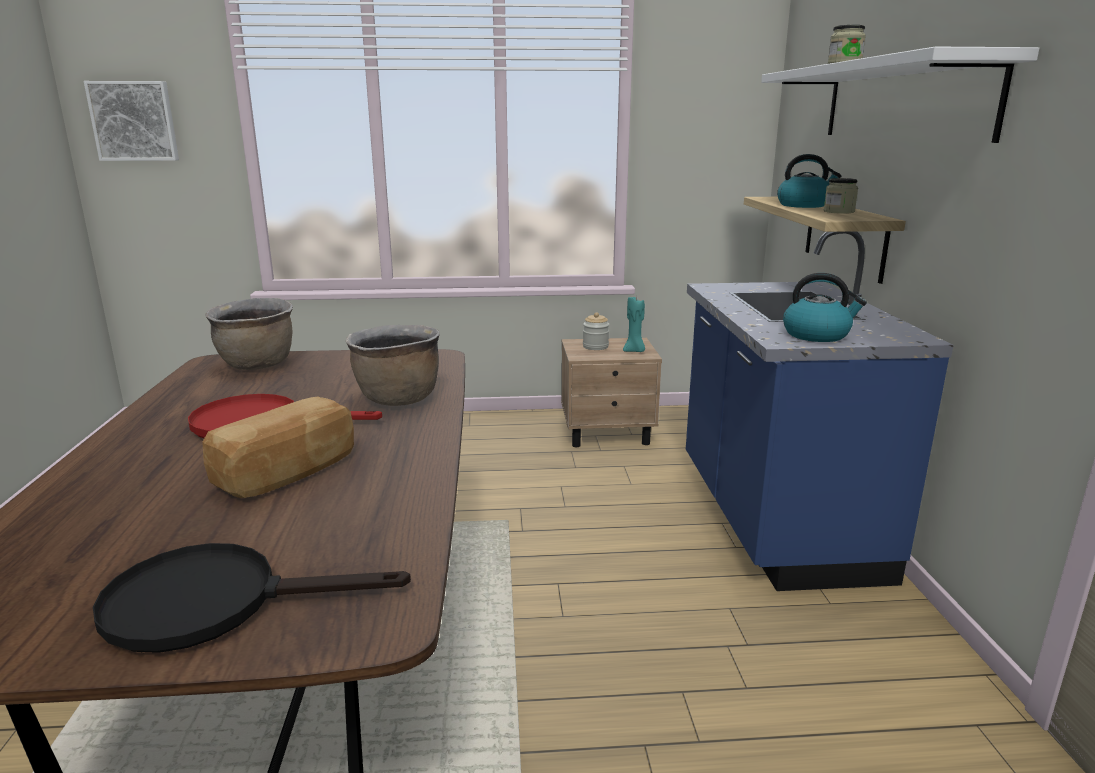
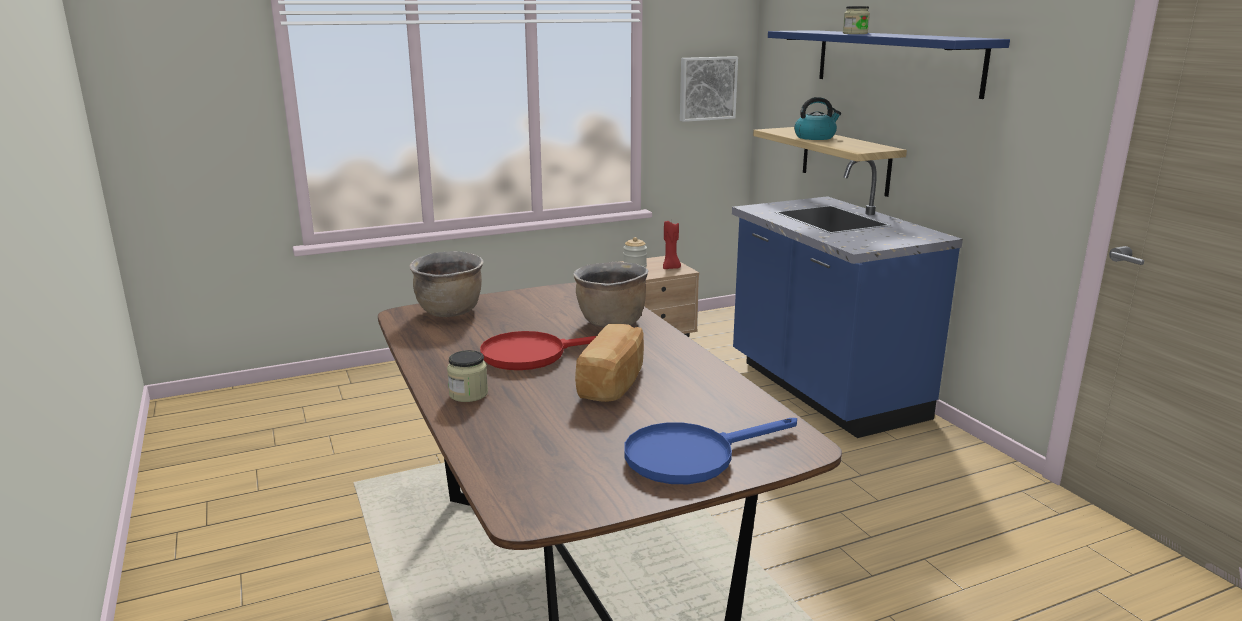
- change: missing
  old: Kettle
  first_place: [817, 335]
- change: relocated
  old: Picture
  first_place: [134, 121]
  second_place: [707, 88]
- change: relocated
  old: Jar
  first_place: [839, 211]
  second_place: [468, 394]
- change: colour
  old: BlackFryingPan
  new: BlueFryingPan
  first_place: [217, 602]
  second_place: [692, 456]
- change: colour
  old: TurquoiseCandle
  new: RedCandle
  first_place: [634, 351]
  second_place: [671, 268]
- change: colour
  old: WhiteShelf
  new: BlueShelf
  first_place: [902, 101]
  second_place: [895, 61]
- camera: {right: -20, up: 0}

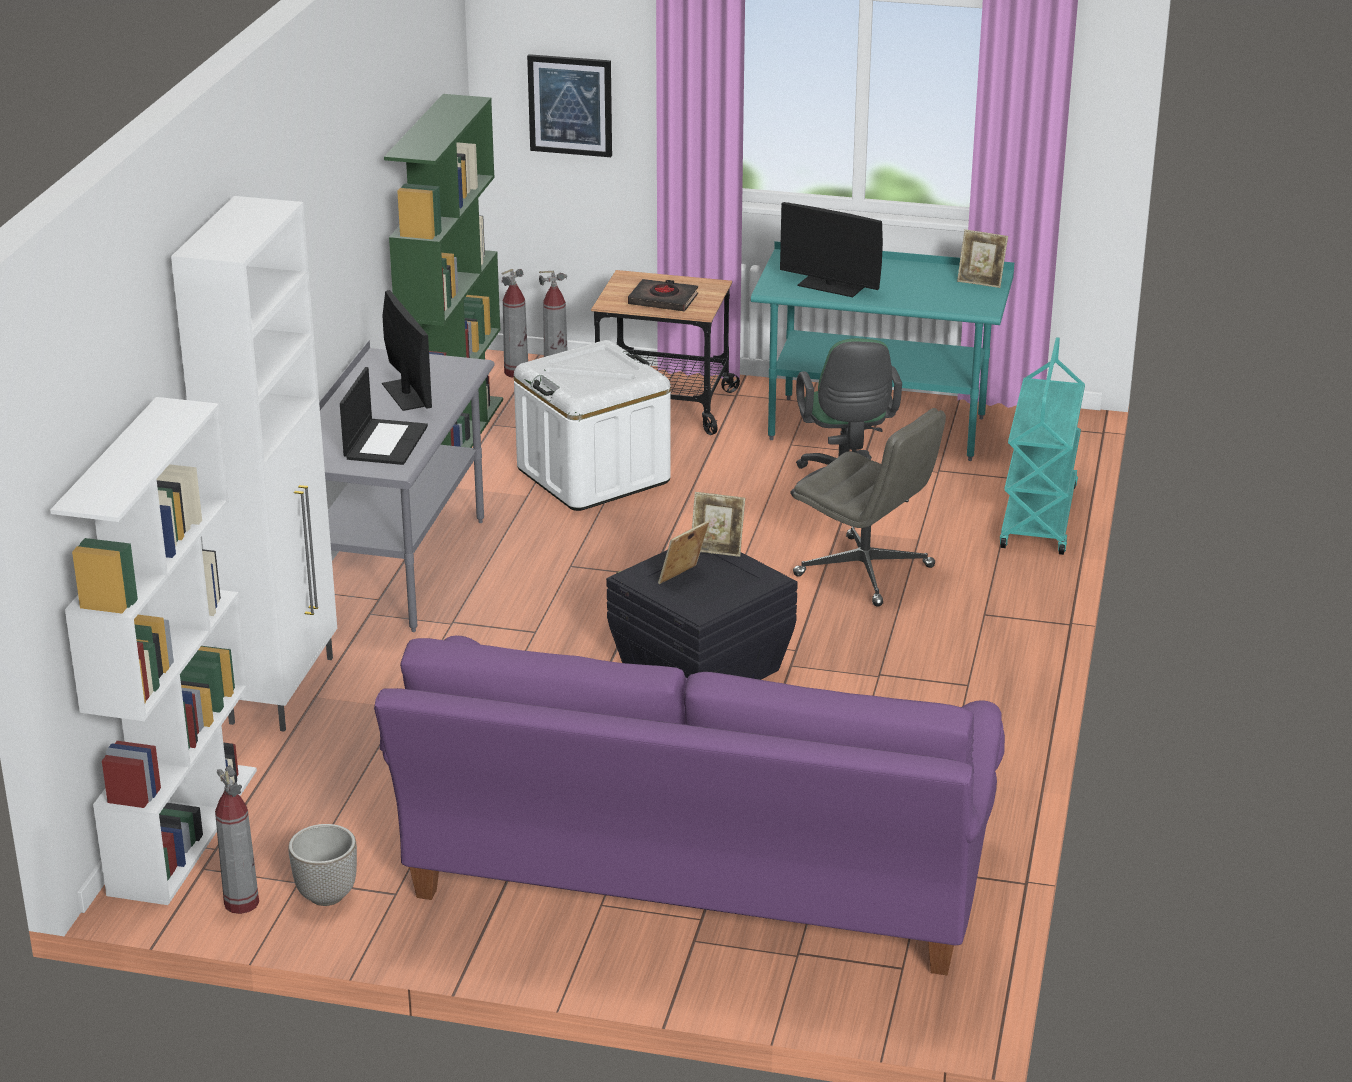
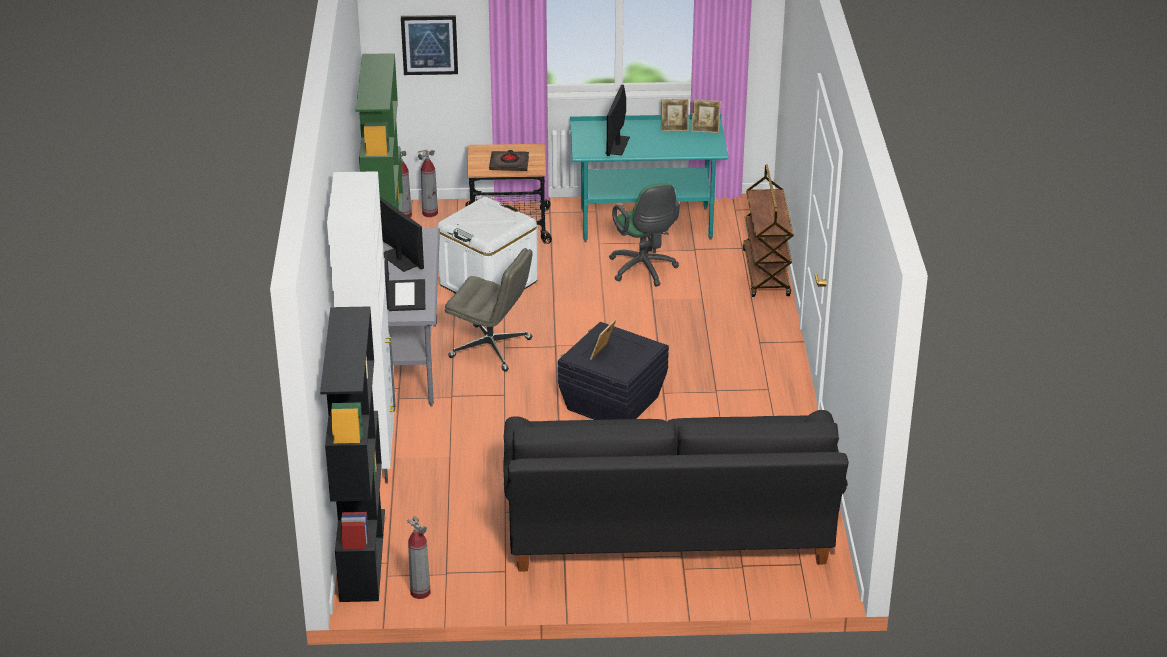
- change: missing
  old: Planter
  first_place: [325, 895]
- change: relocated
  old: PictureFrame
  first_place: [717, 549]
  second_place: [674, 128]
- change: relocated
  old: GreyOfficeChair
  first_place: [866, 572]
  second_place: [491, 348]
- change: colour
  old: WhiteBookcase
  new: BlackBookcase
  first_place: [183, 830]
  second_place: [362, 554]
- change: colour
  old: PurpleSofa
  new: BlackSofa
  first_place: [697, 878]
  second_place: [669, 532]
- change: colour
  old: TurquoiseCart
  new: BrownCart
  first_place: [1039, 518]
  second_place: [766, 273]
- change: spun
  old: Monitor
  first_place: [830, 286]
  second_place: [617, 145]
  degrees: 90
- camera: {right: -15, up: 5}

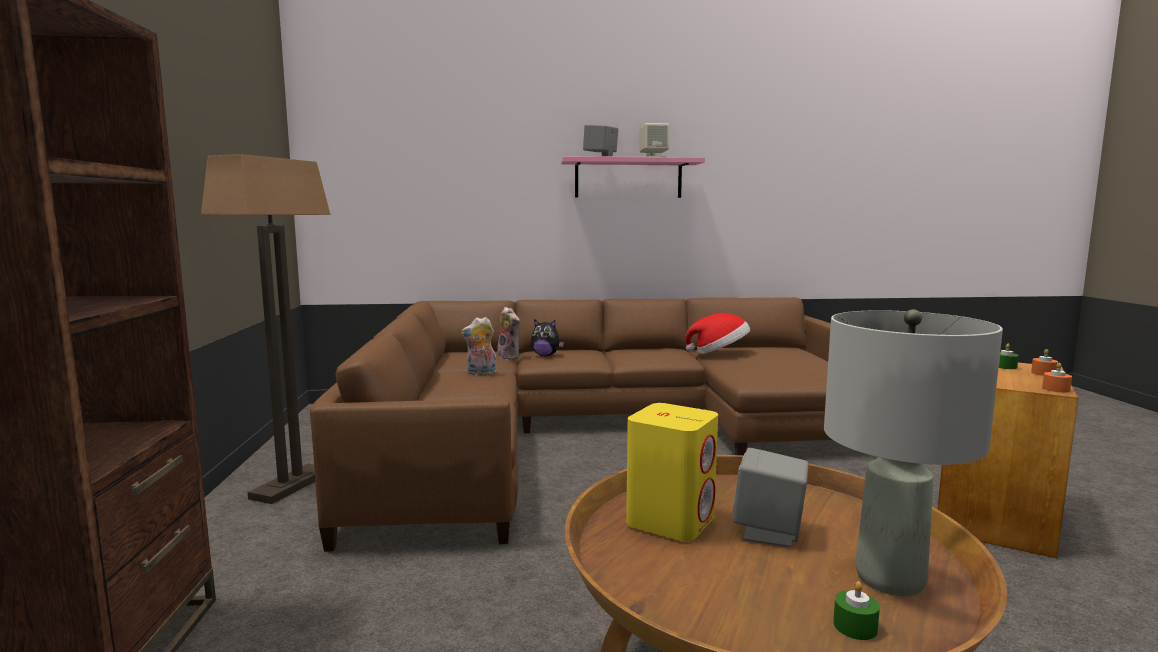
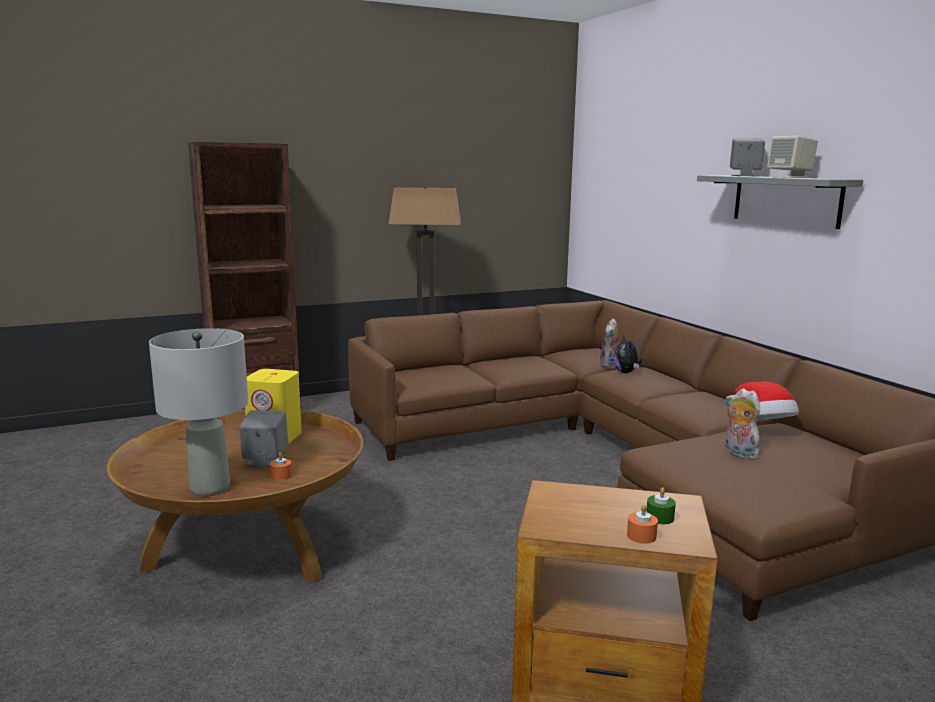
- change: missing
  old: GreenCandle
  first_place: [855, 626]
- change: relocated
  old: PlushToy
  first_place: [481, 373]
  second_place: [738, 454]
- change: relocated
  old: OrangeCandle
  first_place: [1056, 389]
  second_place: [281, 475]
- change: colour
  old: PinkShelf
  new: GreyShelf
  first_place: [628, 178]
  second_place: [786, 200]
- camera: {right: 70, up: 5}

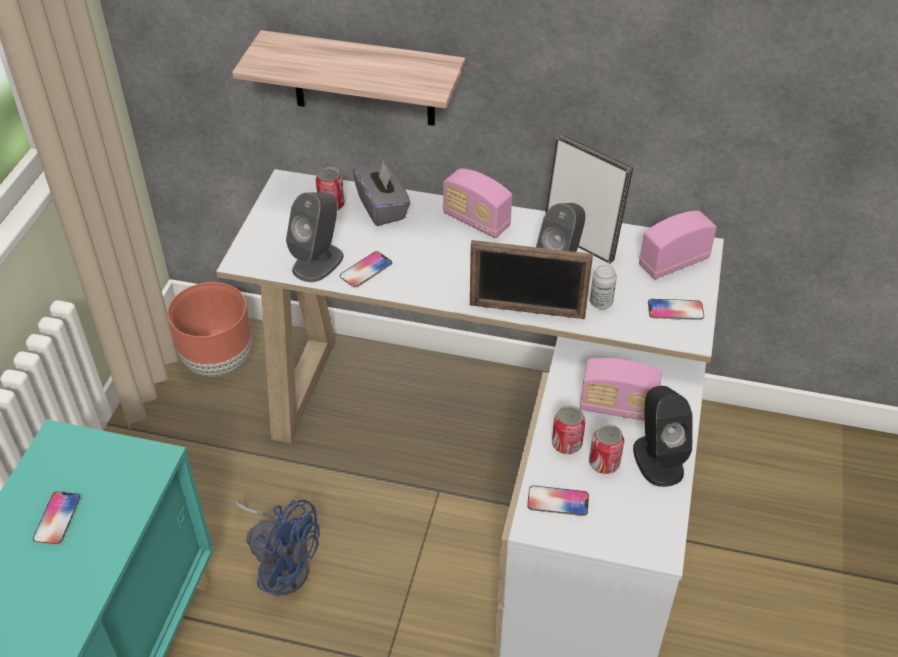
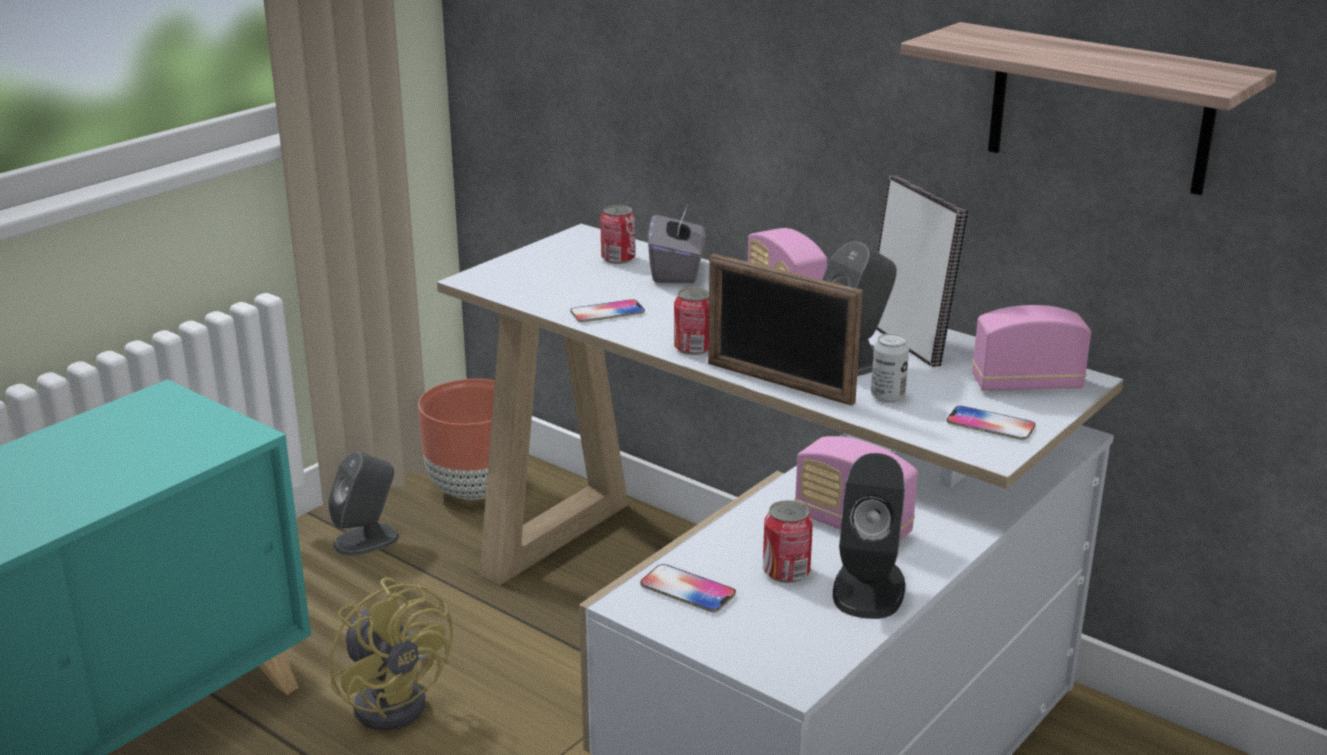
- change: missing
  old: Phone
  first_place: [57, 518]
- change: relocated
  old: Shelf
  first_place: [363, 79]
  second_place: [1099, 109]
- change: relocated
  old: GreySpeaker
  first_place: [318, 262]
  second_place: [367, 540]
- change: relocated
  old: Can
  first_place: [566, 444]
  second_place: [693, 348]
- change: colour
  old: BlueFan
  new: YellowFan
  first_place: [282, 564]
  second_place: [396, 698]
- camera: {right: 25, up: -20}

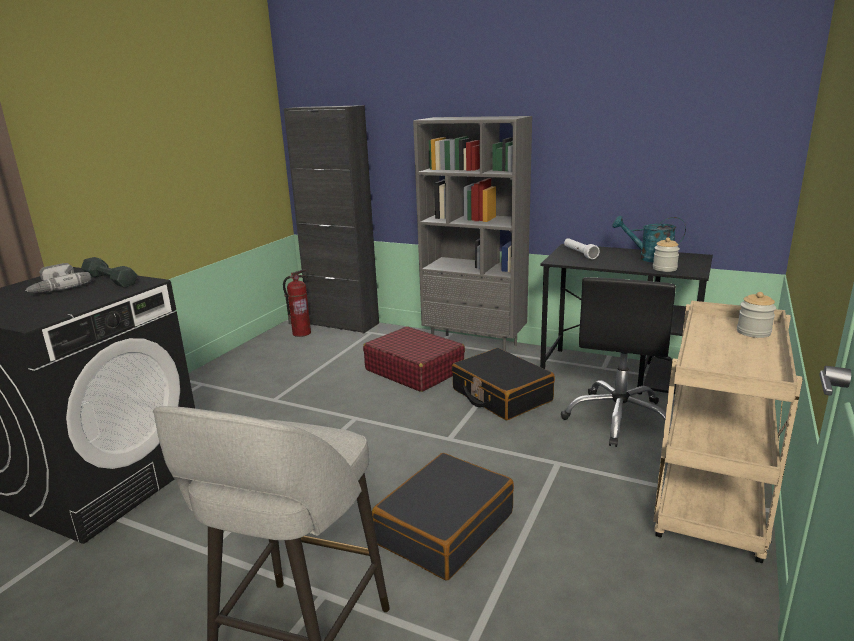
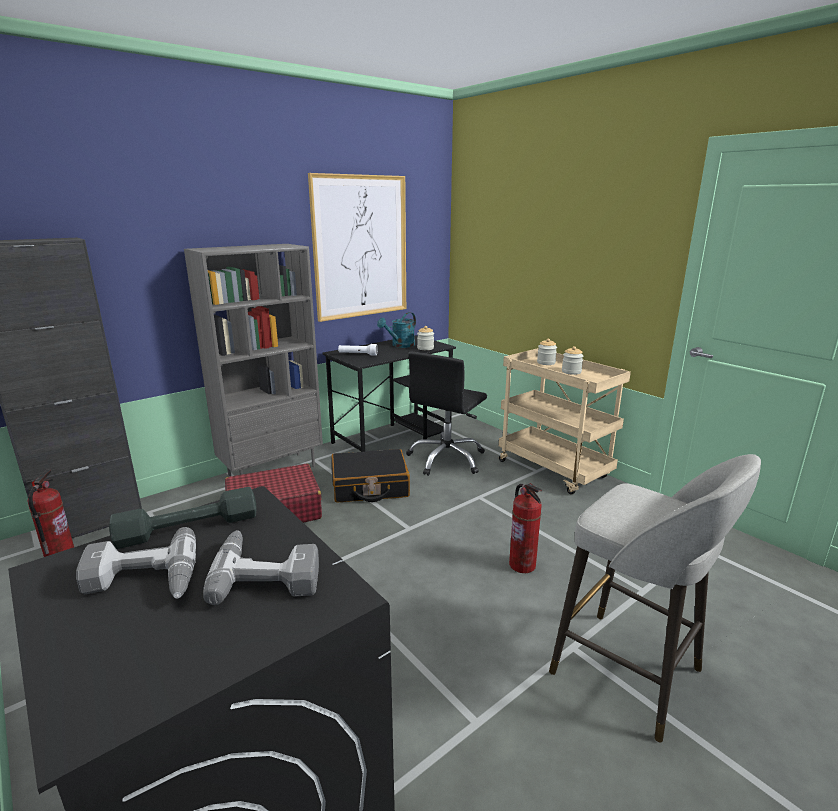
- change: appeared
  new: PowerDrill
  second_place: [267, 571]
- change: appeared
  new: Picture
  second_place: [360, 247]
- change: appeared
  new: Jar
  second_place: [571, 372]
- change: exchanged
  old: BlackSuitcase
  new: FireExtinguisher
  first_place: [444, 528]
  second_place: [523, 565]
- change: spun
  old: BlackOfficeChair
  first_place: [619, 418]
  second_place: [447, 459]
  degrees: 75
- camera: {right: -65, up: 0}

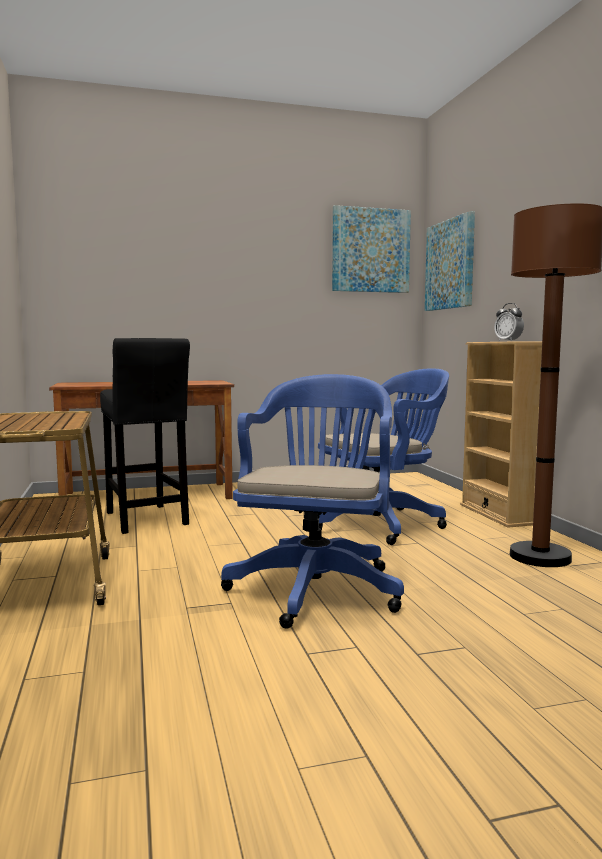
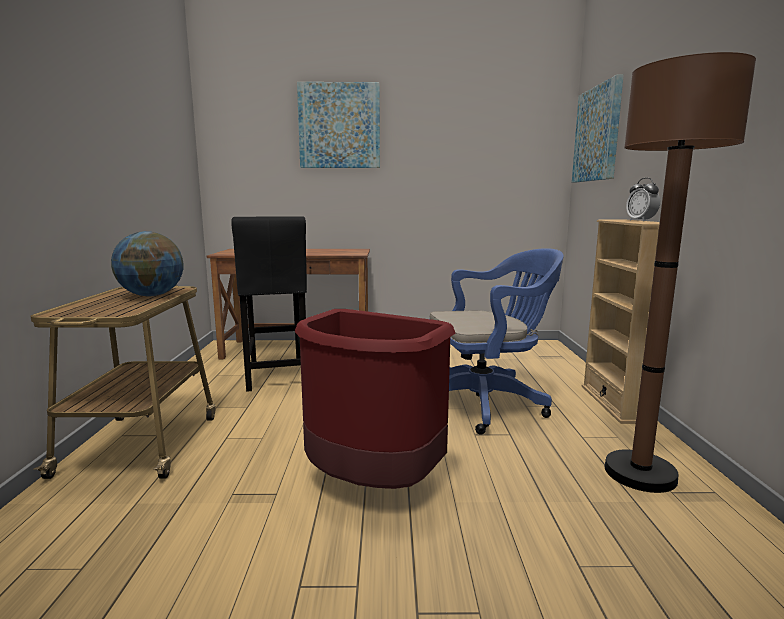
- change: appeared
  new: Globe
  second_place: [151, 295]
- change: relocated
  old: Picture
  first_place: [370, 250]
  second_place: [339, 126]
- change: exchanged
  old: BlueOfficeChair
  new: RedTrashCan
  first_place: [317, 586]
  second_place: [372, 483]
- camera: {right: 15, up: 5}

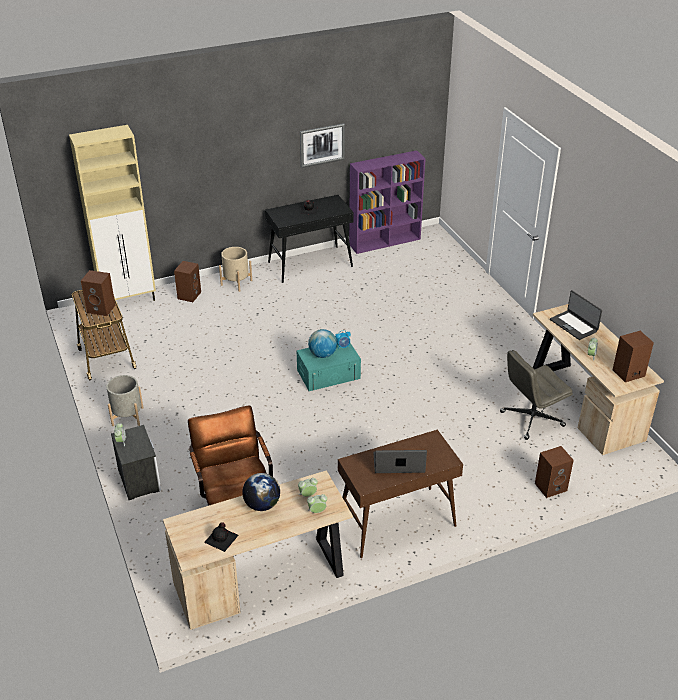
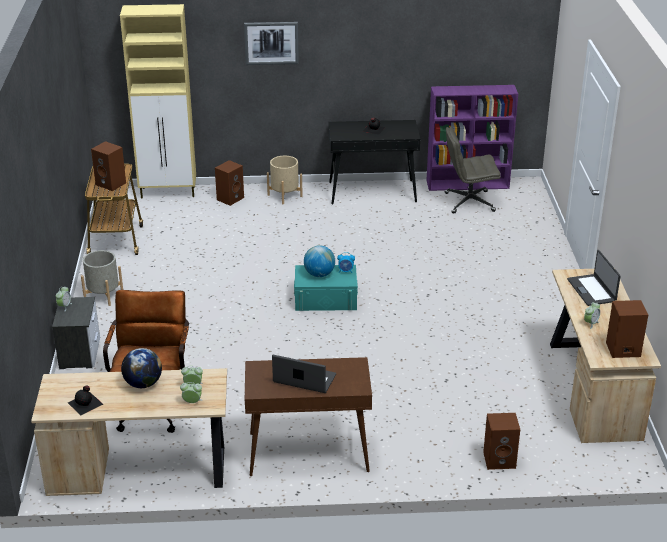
- change: relocated
  old: Picture
  first_place: [322, 145]
  second_place: [271, 43]
- change: relocated
  old: GreyOfficeChair
  first_place: [531, 419]
  second_place: [468, 202]
- camera: {right: 20, up: -5}

